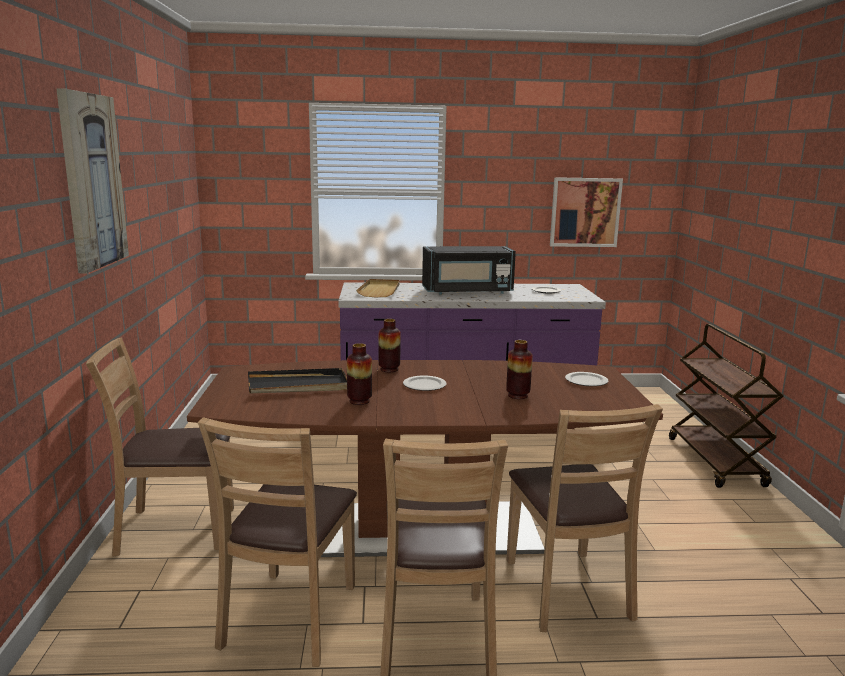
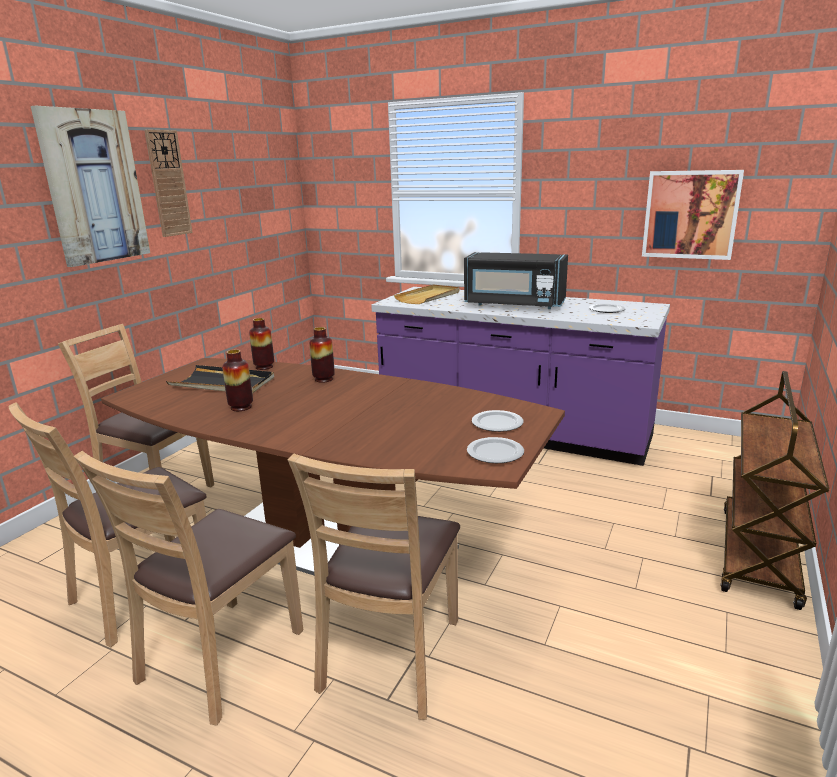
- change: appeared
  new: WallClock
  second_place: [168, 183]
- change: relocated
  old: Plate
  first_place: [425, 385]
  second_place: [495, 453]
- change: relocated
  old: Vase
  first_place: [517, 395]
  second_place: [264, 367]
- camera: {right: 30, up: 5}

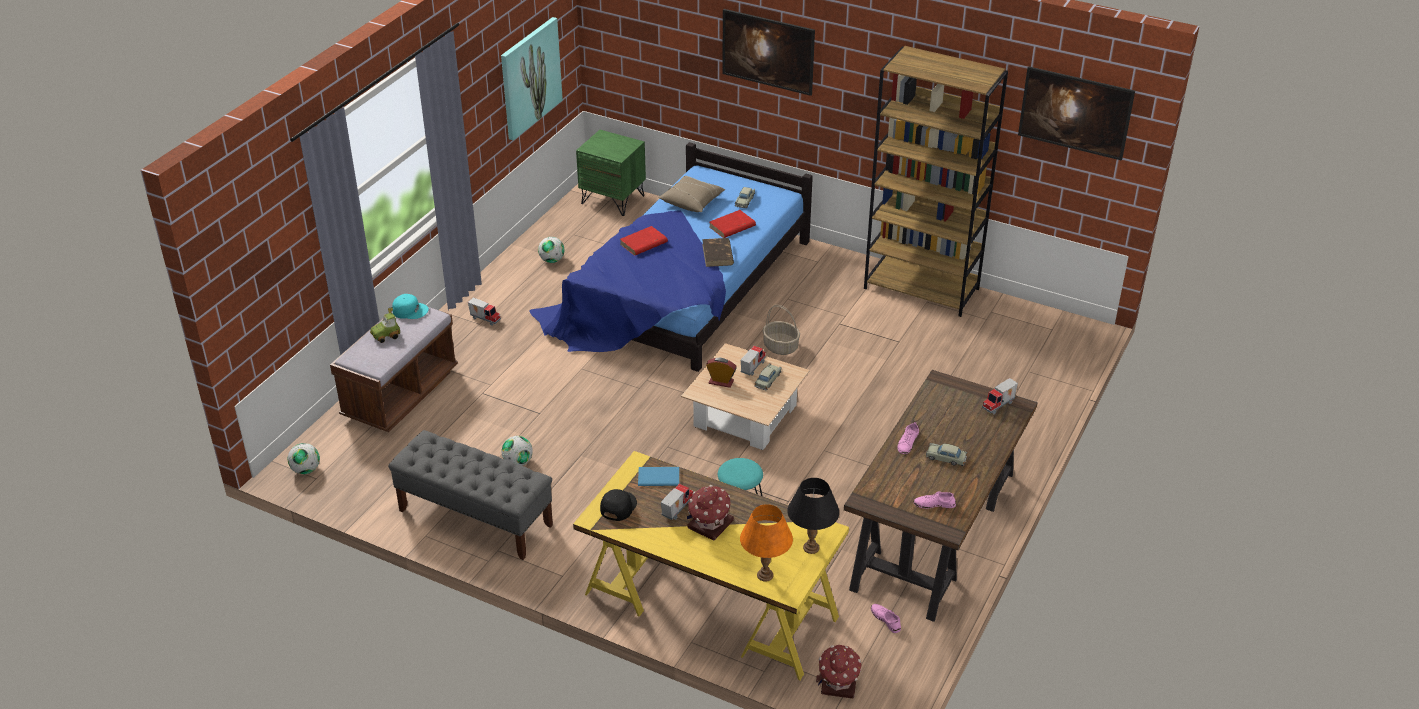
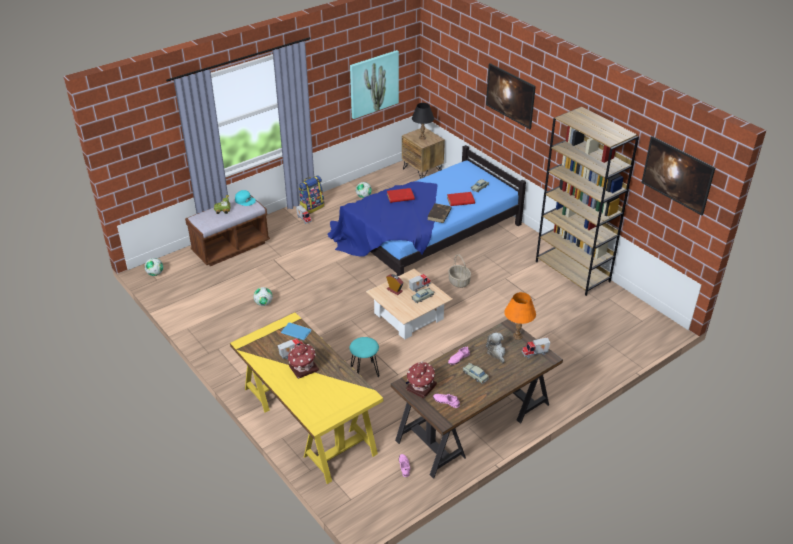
- change: missing
  old: GreyBench
  first_place: [475, 518]
- change: missing
  old: BlackCap
  first_place: [617, 506]
- change: missing
  old: BeigePillow
  first_place: [692, 201]
- change: appeared
  new: Backpack
  second_place: [312, 207]
- change: appeared
  new: PlushToy
  second_place: [496, 352]
- change: relocated
  old: OrangeTableLamp
  first_place: [765, 575]
  second_place: [517, 336]
- change: relocated
  old: BlackTableLamp
  first_place: [811, 547]
  second_place: [422, 138]
- change: relocated
  old: ToyHouse
  first_place: [838, 684]
  second_place: [420, 388]
- change: colour
  old: GreenNightstand
  new: BrownNightstand
  first_place: [613, 199]
  second_place: [422, 171]
- camera: {right: 25, up: 0}

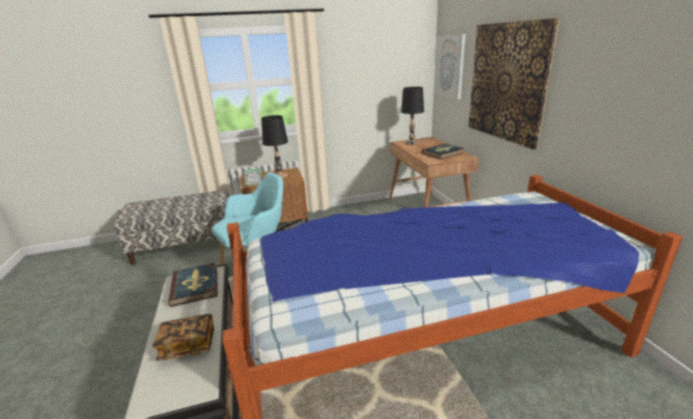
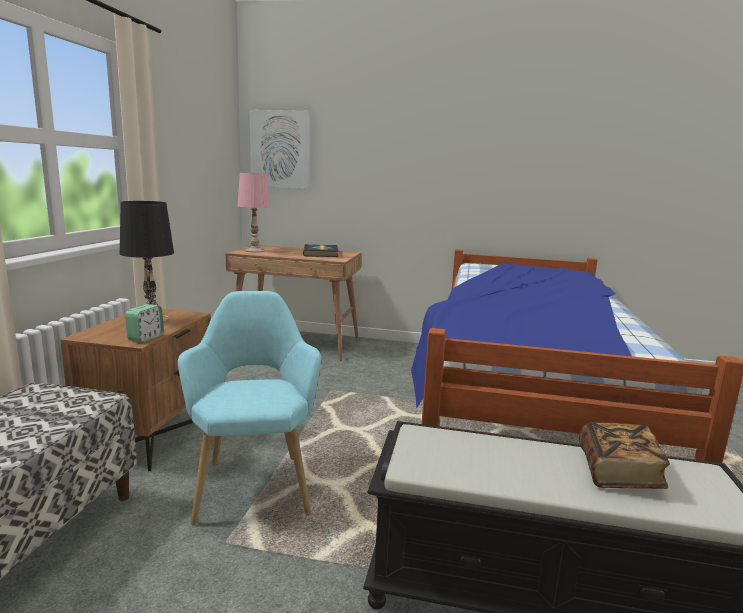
- change: missing
  old: Book
  first_place: [195, 286]
- change: missing
  old: Picture
  first_place: [507, 82]
- change: colour
  old: BlackTableLamp
  new: PinkTableLamp
  first_place: [411, 142]
  second_place: [254, 250]
- camera: {right: -65, up: -10}

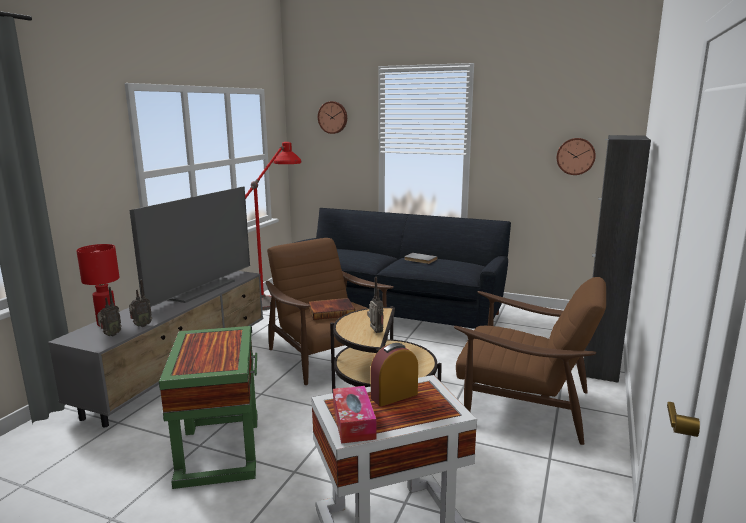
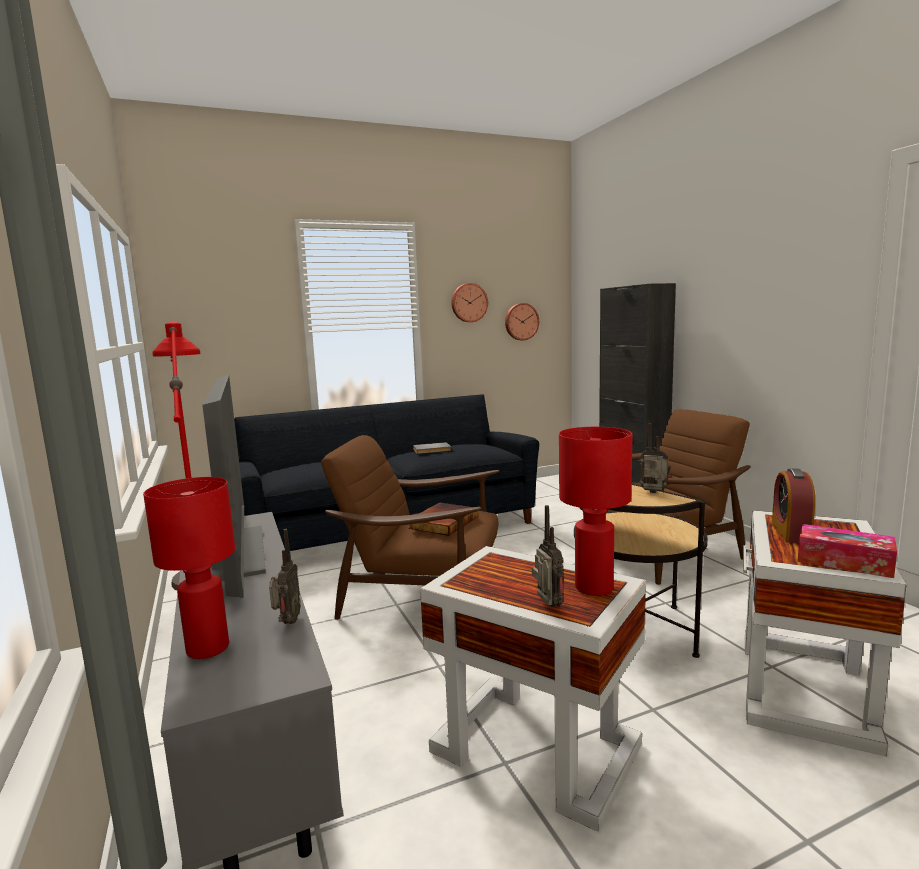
- change: appeared
  new: RedTableLamp
  second_place: [593, 588]
- change: relocated
  old: Radio
  first_place: [110, 335]
  second_place: [547, 606]
- change: relocated
  old: WallClock
  first_place: [333, 117]
  second_place: [468, 302]
- change: colour
  old: GreenSideTable
  new: WhiteSideTable
  first_place: [219, 447]
  second_place: [533, 746]
- camera: {right: -45, up: -5}

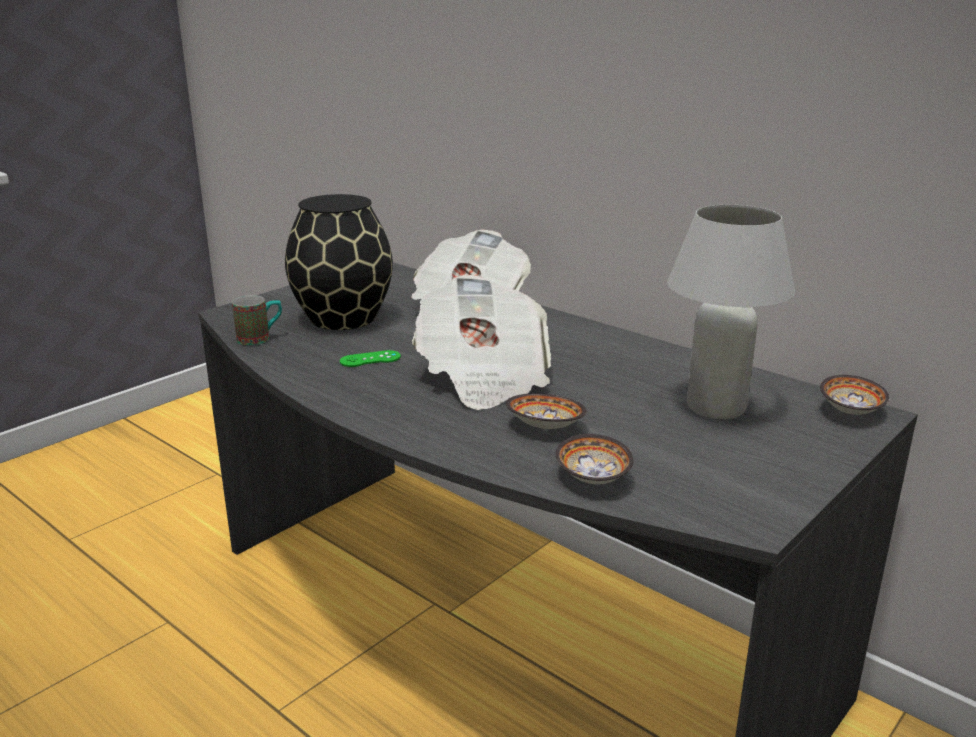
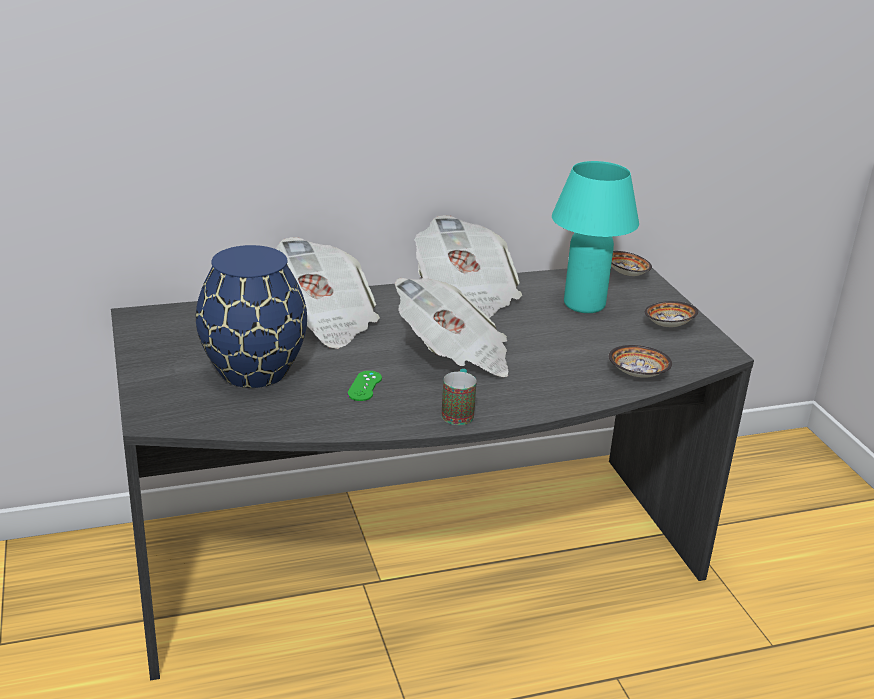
- change: appeared
  new: Newspaper
  second_place: [466, 295]
- change: relocated
  old: Mug
  first_place: [260, 338]
  second_place: [458, 412]
- change: relocated
  old: Bowl
  first_place: [545, 427]
  second_place: [669, 325]
- change: colour
  old: BlackVase
  new: BlueVase
  first_place: [344, 318]
  second_place: [254, 370]
- change: colour
  old: WhiteTableLamp
  new: TurquoiseTableLamp
  first_place: [716, 407]
  second_place: [584, 305]
- camera: {right: -60, up: 5}

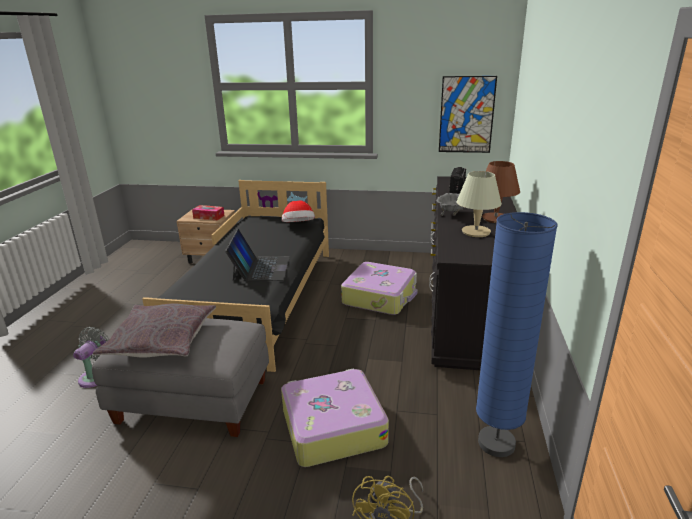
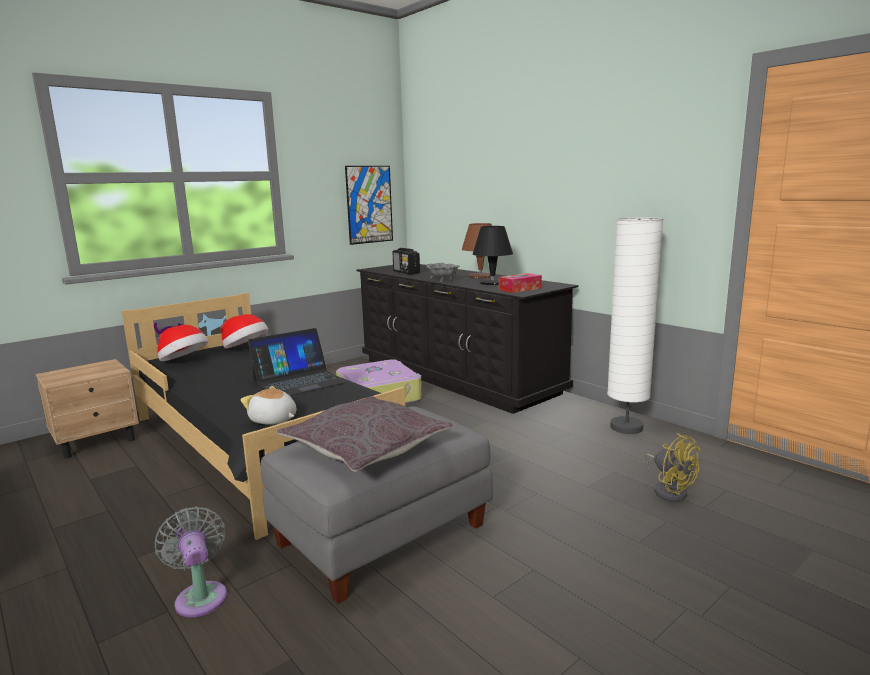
- change: missing
  old: Suitcase
  first_place: [332, 426]
- change: appeared
  new: Hat
  second_place: [183, 361]
- change: appeared
  new: PlushToy
  second_place: [273, 420]
- change: relocated
  old: TissueBox
  first_place: [209, 217]
  second_place: [520, 289]
- change: colour
  old: BeigeTableLamp
  new: BlackTableLamp
  first_place: [476, 232]
  second_place: [492, 283]
- change: colour
  old: BlueFloorLamp
  new: WhiteFloorLamp
  first_place: [496, 443]
  second_place: [626, 427]
- change: spun
  old: Laptop
  first_place: [261, 268]
  second_place: [298, 381]
  degrees: 105
- camera: {right: -50, up: -10}

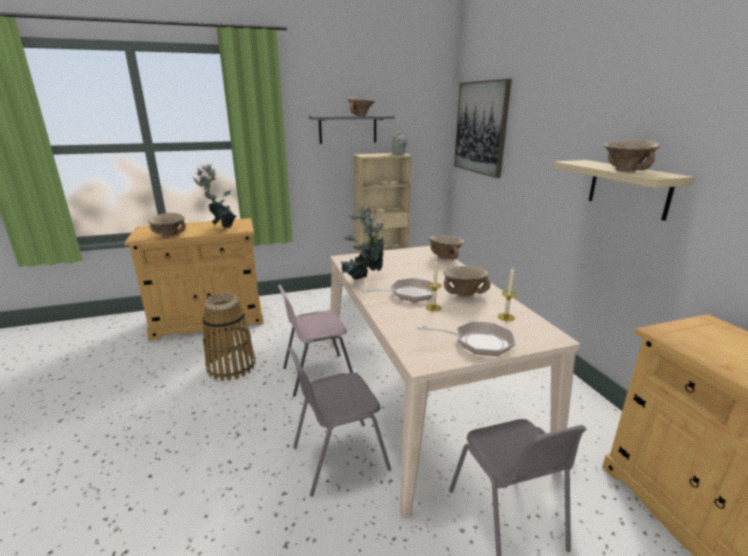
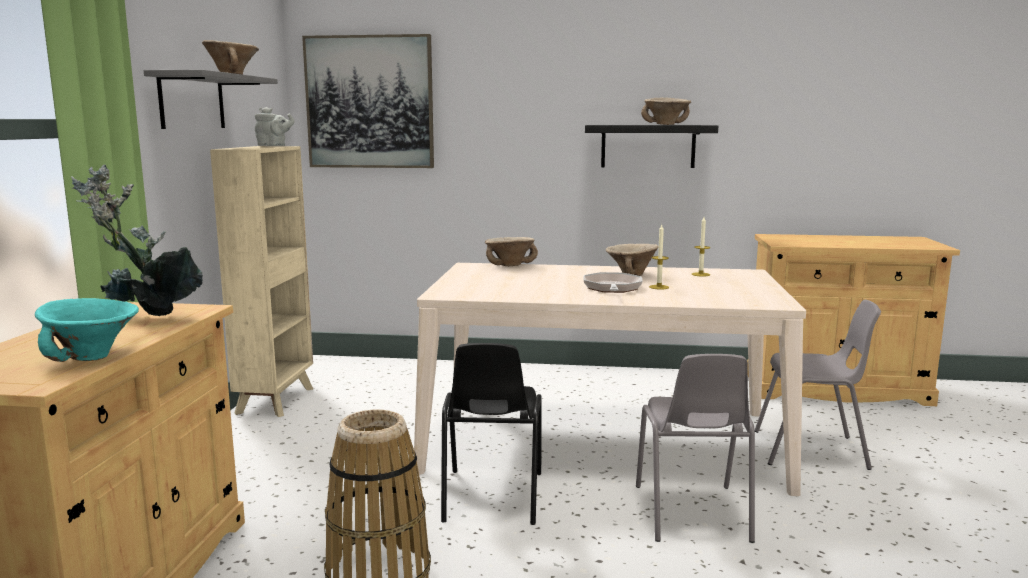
- change: missing
  old: PottedPlant
  first_place: [364, 281]
- change: missing
  old: FryingPan
  first_place: [477, 342]
- change: colour
  old: BeigeBowl
  new: TurquoiseBowl
  first_place: [169, 235]
  second_place: [94, 357]
- change: colour
  old: PinkChair
  new: BlackChair
  first_place: [317, 375]
  second_place: [491, 497]
- change: colour
  old: BeigeShelf
  new: BlackShelf
  first_place: [628, 188]
  second_place: [648, 146]
- camera: {right: -65, up: -10}

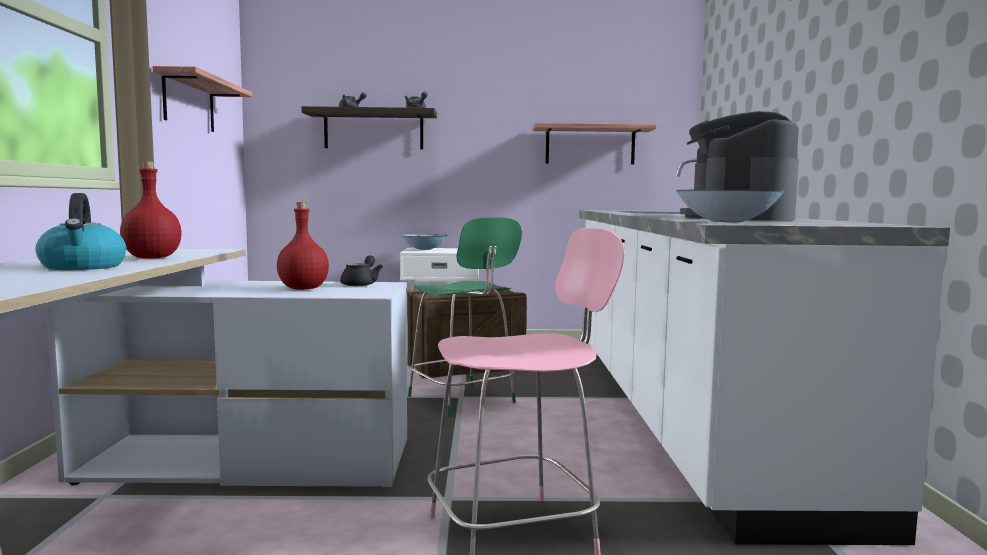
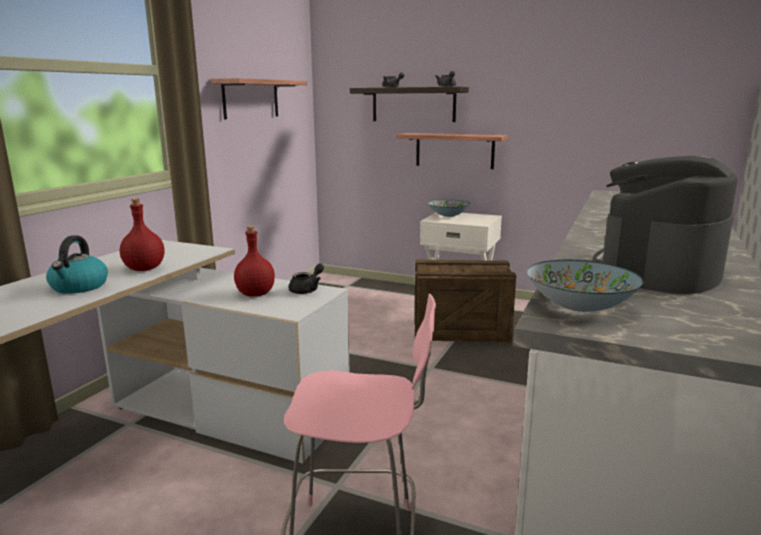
- change: missing
  old: GreenChair
  first_place: [463, 400]
- change: relocated
  old: Shelf
  first_place: [590, 145]
  second_place: [454, 150]
- camera: {right: 25, up: 10}

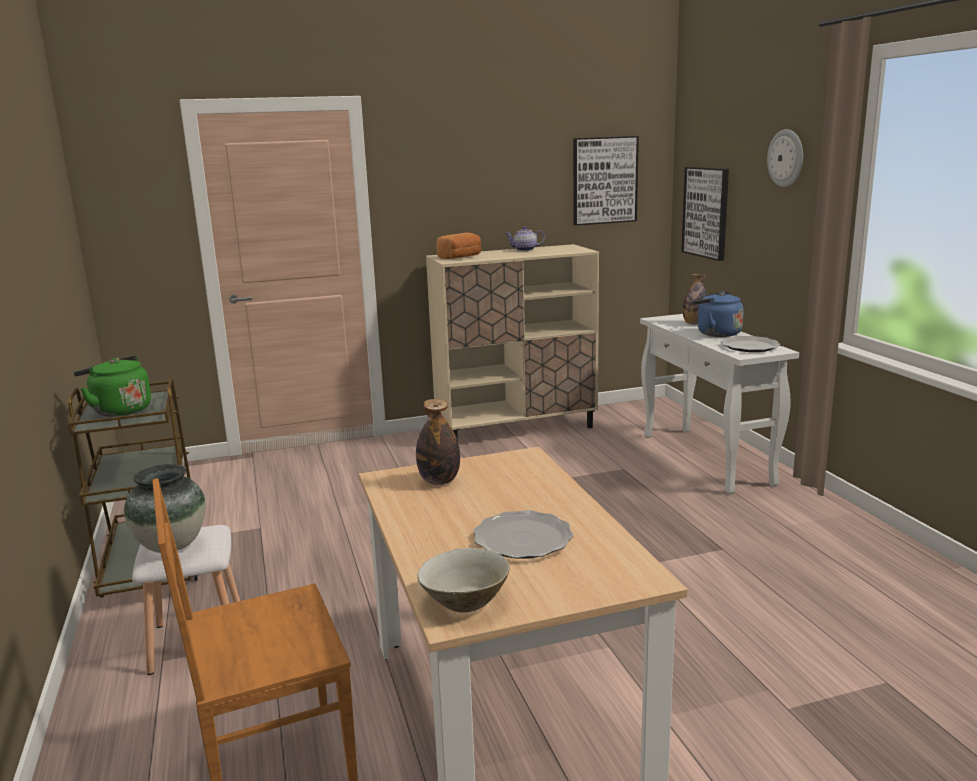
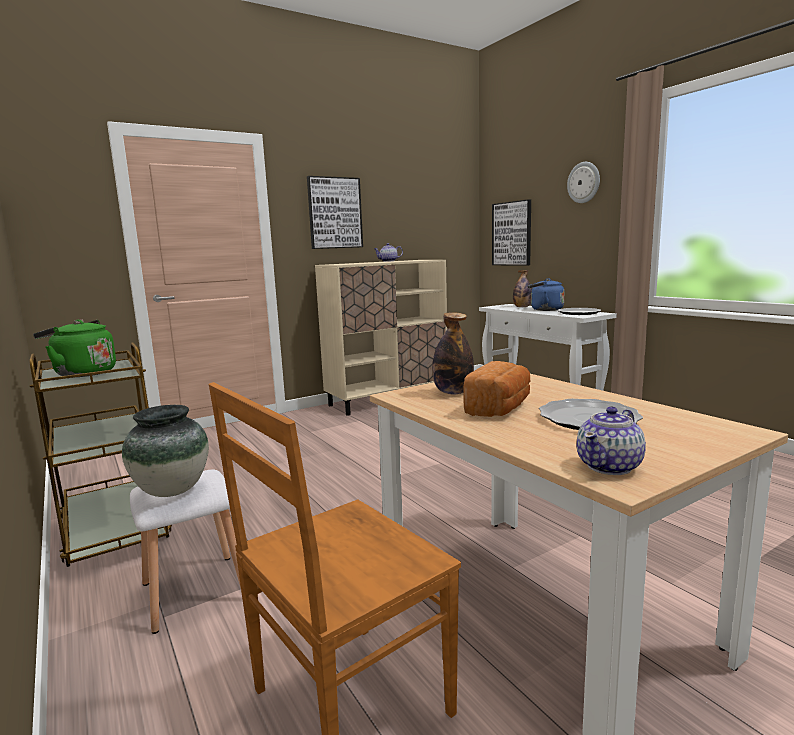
- change: relocated
  old: Bread
  first_place: [461, 257]
  second_place: [499, 408]
- change: relocated
  old: Picture
  first_place: [604, 180]
  second_place: [335, 213]
- change: exchanged
  old: BeigeBowl
  new: Teapot
  first_place: [465, 601]
  second_place: [610, 466]
- camera: {right: -15, up: -5}

